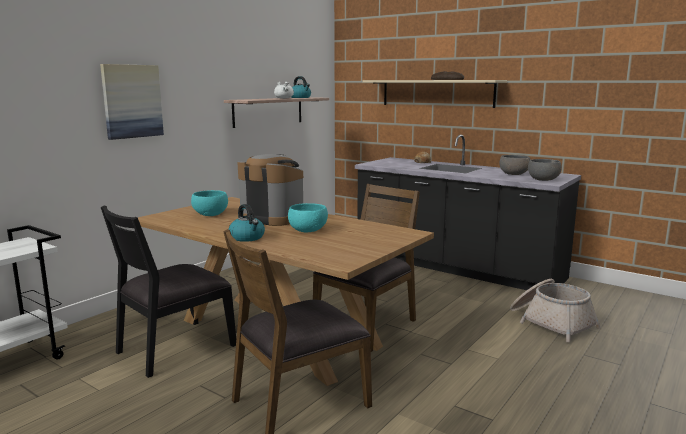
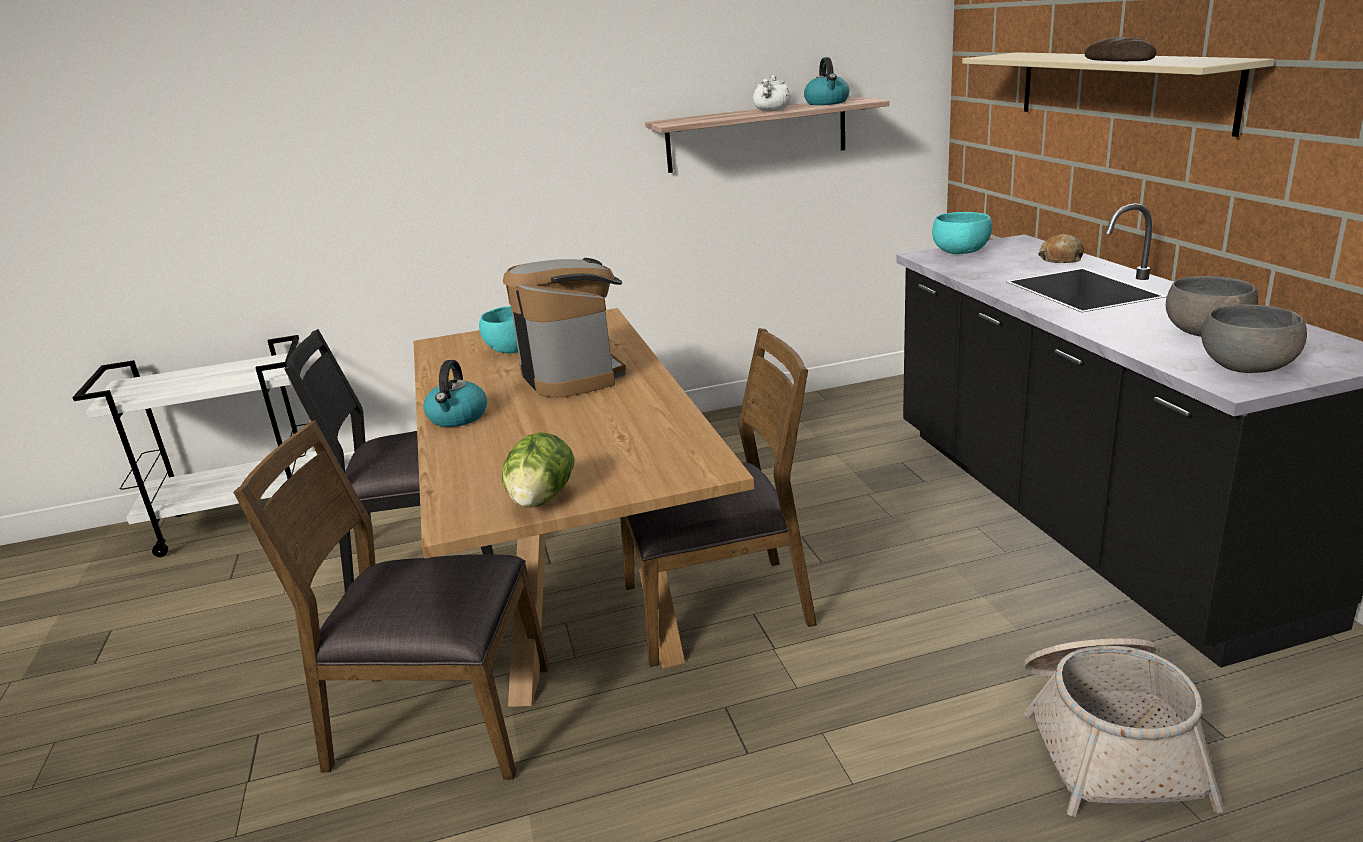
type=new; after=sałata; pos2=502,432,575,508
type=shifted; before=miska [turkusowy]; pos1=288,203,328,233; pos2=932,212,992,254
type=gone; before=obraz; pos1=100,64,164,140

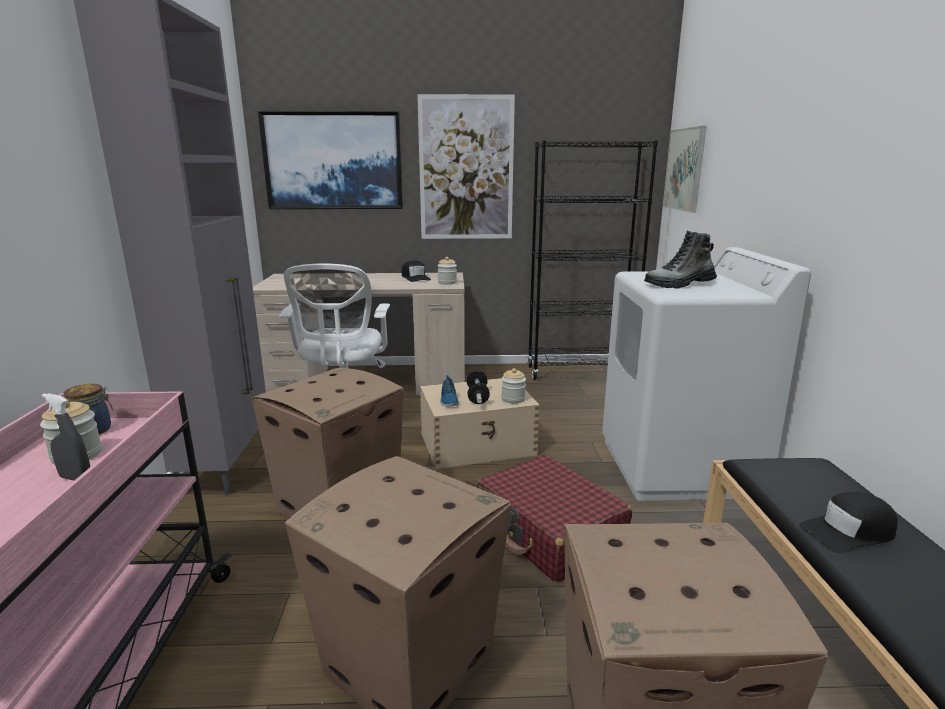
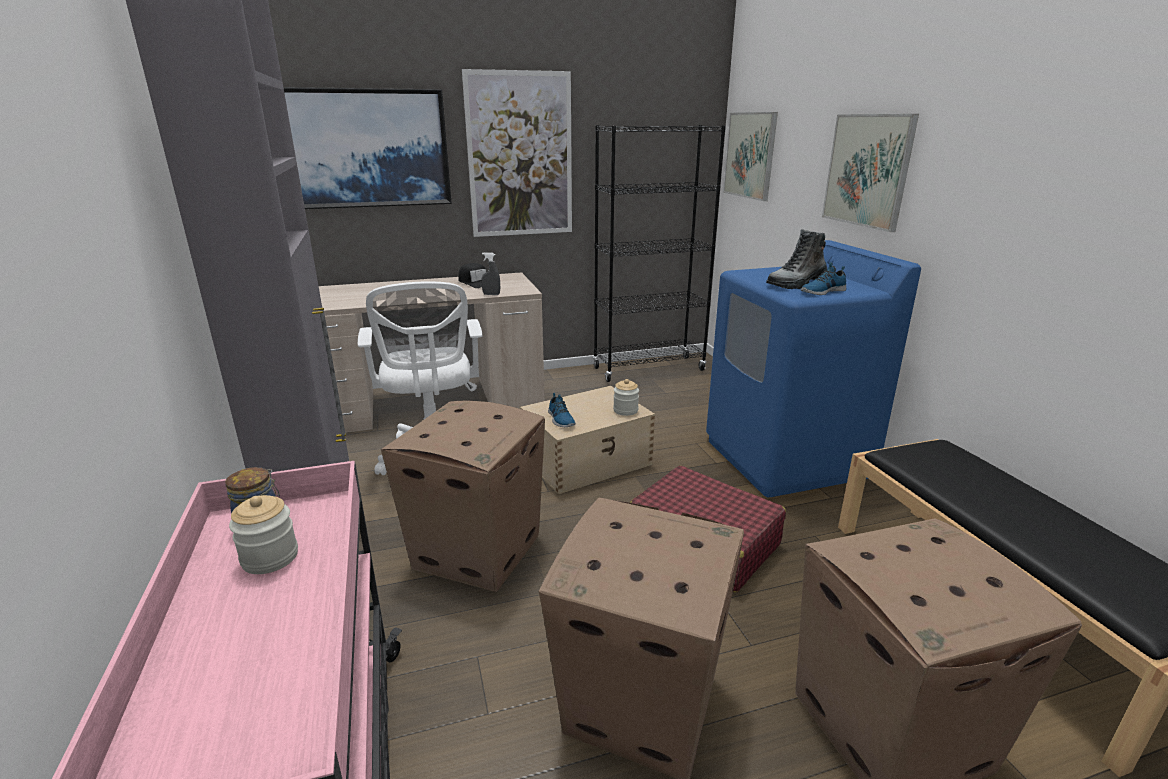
type=shifted; before=spryskiwacz [szary]; pos1=42,393,90,481; pos2=481,252,500,295
type=repainted; before=pralka [biały]; after=pralka [niebieski]; pos1=602,247,811,501; pos2=706,240,921,497
type=new; after=but; pos2=801,262,846,295
type=new; after=obraz; pos2=822,114,919,232
type=gone; before=słoik; pos1=438,257,457,285
type=gone; before=hantel; pos1=467,371,490,404
type=gone; before=czapka z daszkiem [czarny]; pos1=799,492,898,553

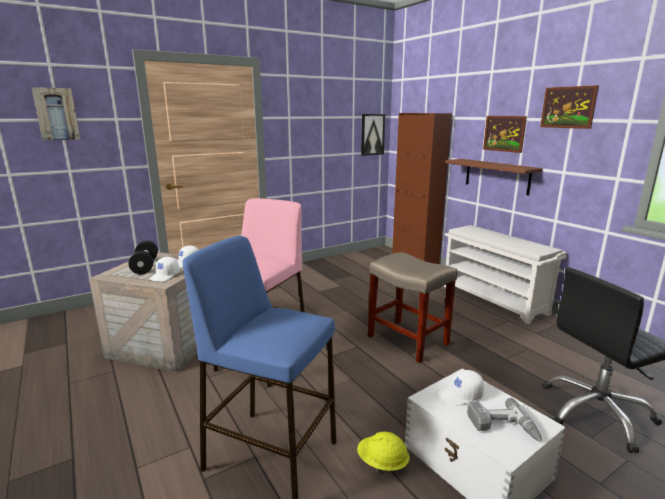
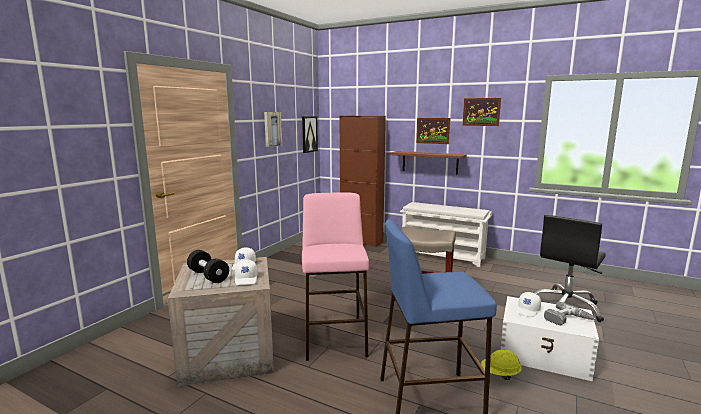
type=shifted; before=obraz; pos1=31,87,80,141; pos2=264,112,282,147

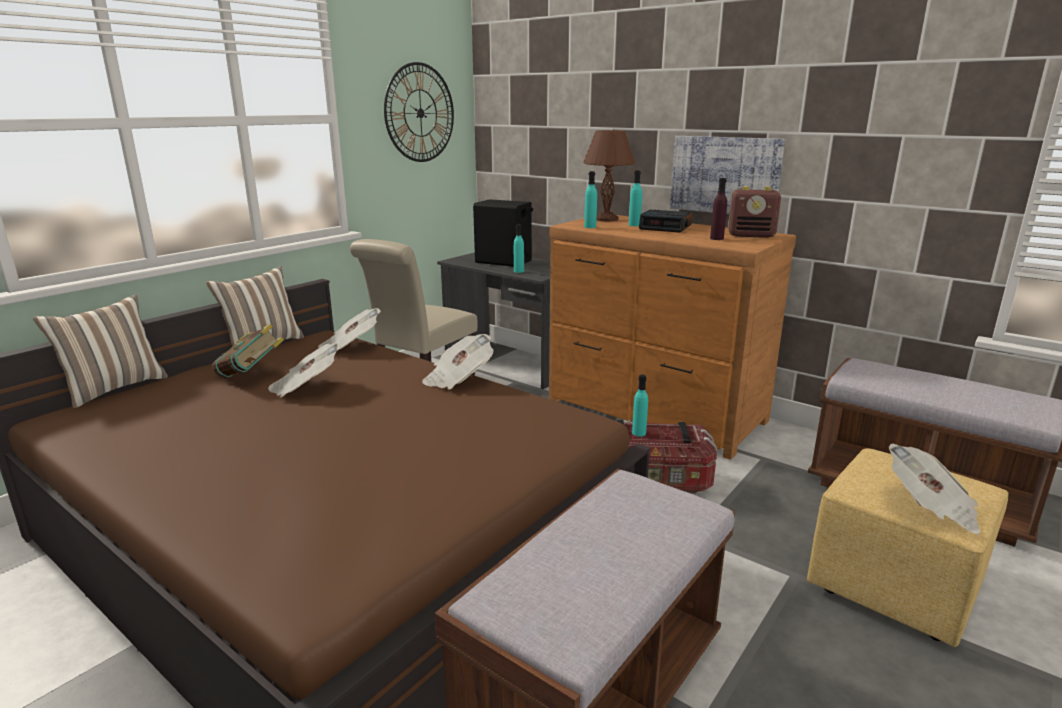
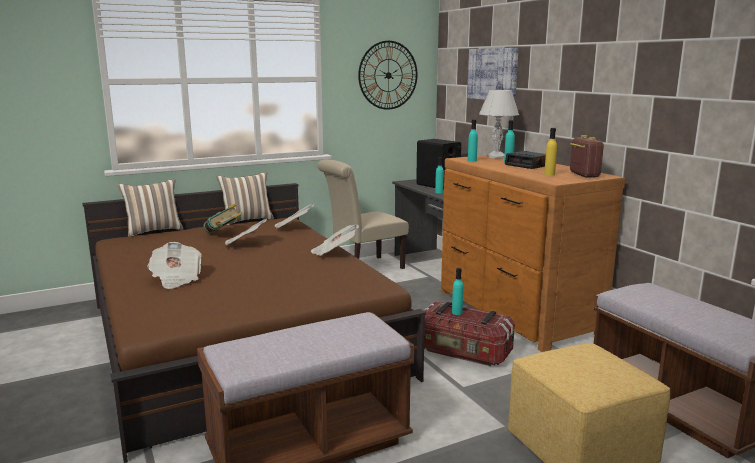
type=shifted; before=gazeta; pos1=889,444,980,534; pos2=147,242,202,289
type=shifted; before=obraz; pos1=670,136,785,214; pos2=467,48,519,100
type=repainted; before=lampa stołowa [brązowy]; after=lampa stołowa [biały]; pos1=583,130,635,222; pos2=479,90,519,159
type=repainted; before=butelka [fioletowy]; after=butelka [żółty]; pos1=710,178,727,240; pos2=544,128,557,176
type=rotated; before=radio; pos1=728,186,781,238; pos2=570,135,604,178; turn=-135

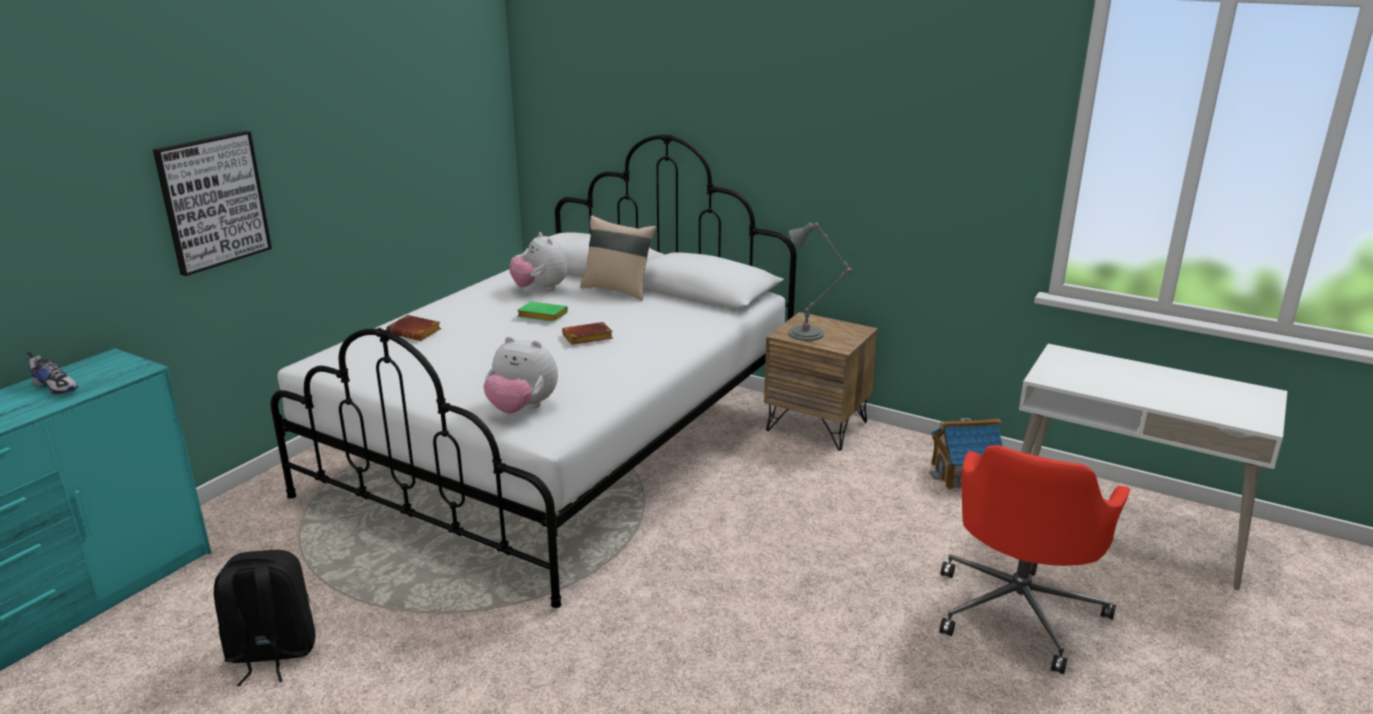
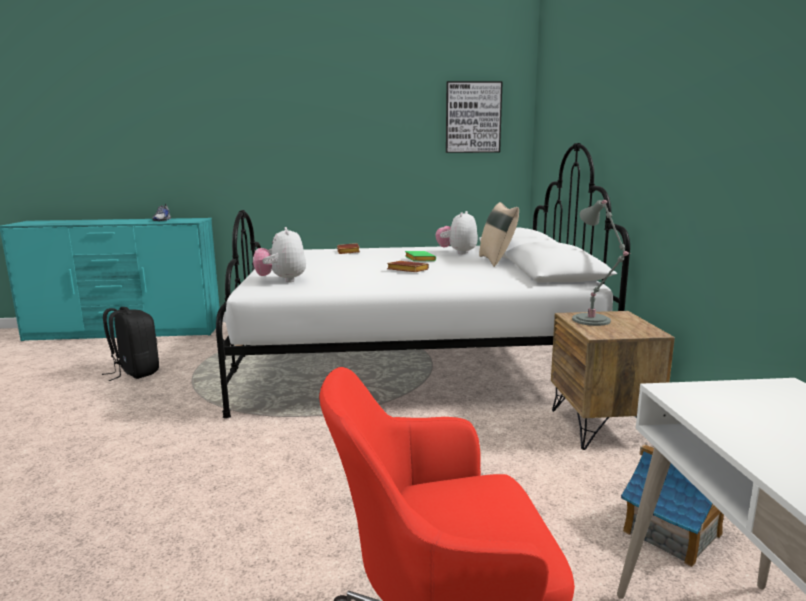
type=shifted; before=obraz; pos1=153,131,272,276; pos2=446,81,503,153

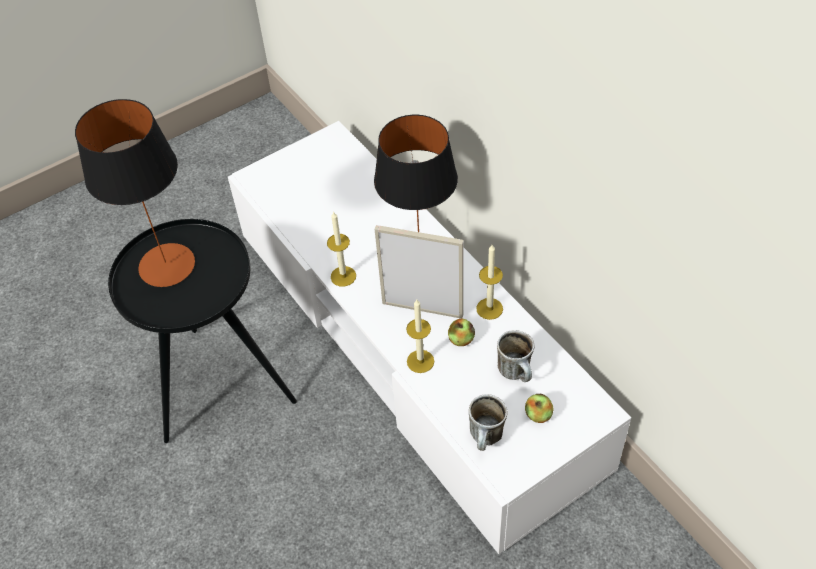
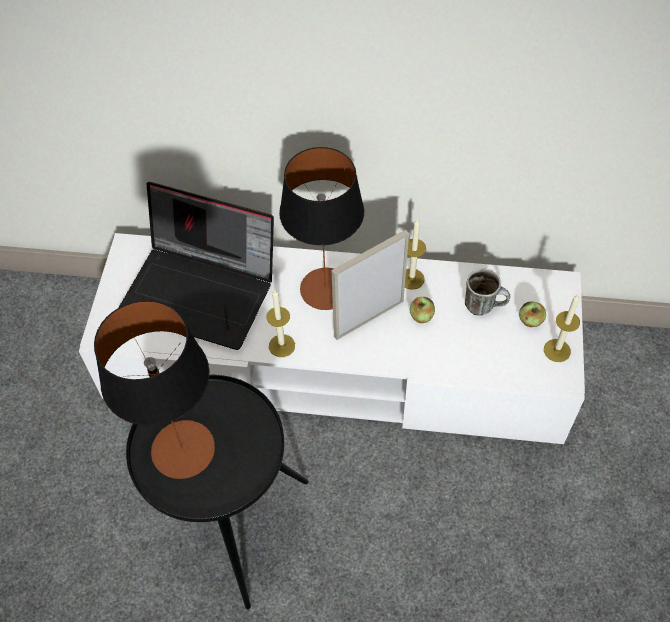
type=new; after=laptop; pos2=118,182,274,350
type=shifted; before=świeca; pos1=406,299,434,373; pos2=544,294,580,362
type=gone; before=kubek; pos1=469,394,507,451

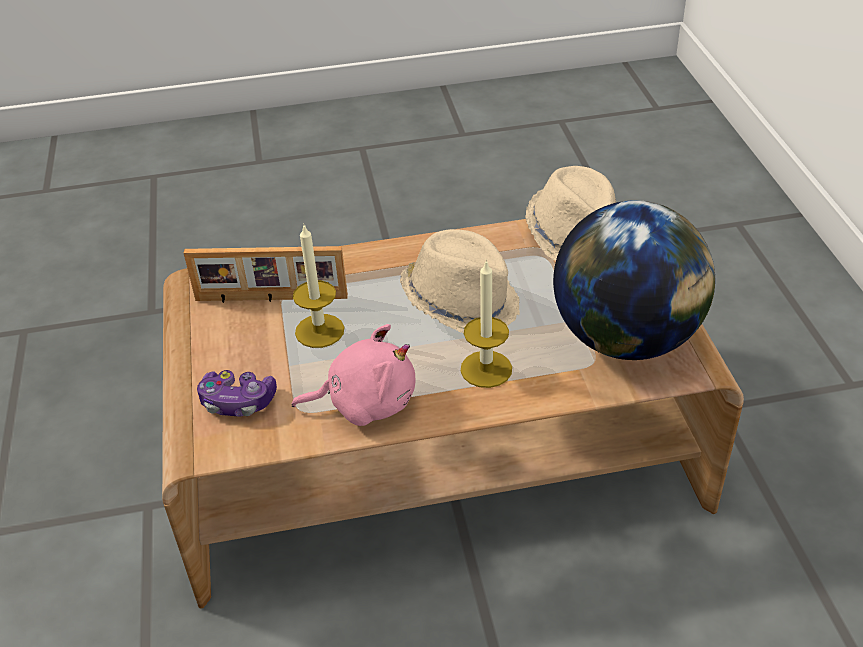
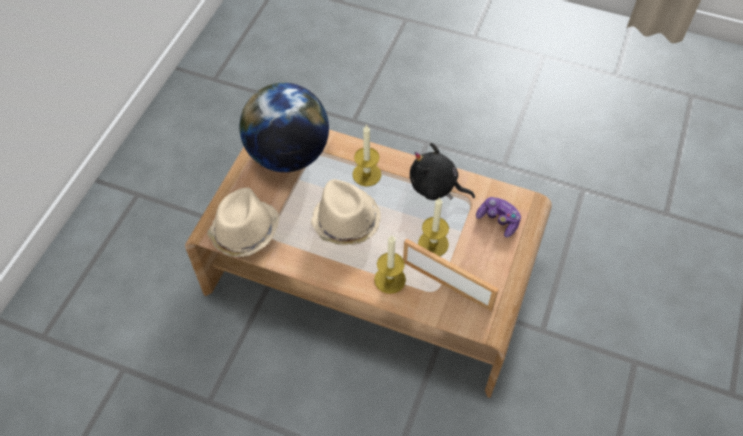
type=new; after=świeca; pos2=374,235,406,294
type=repainted; before=pluszak [różowy]; after=pluszak [czarny]; pos1=292,324,415,426; pos2=410,143,475,200

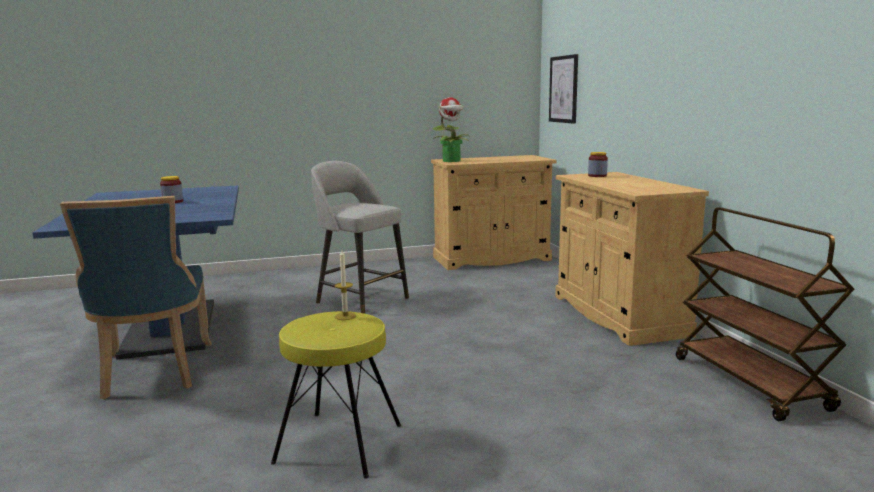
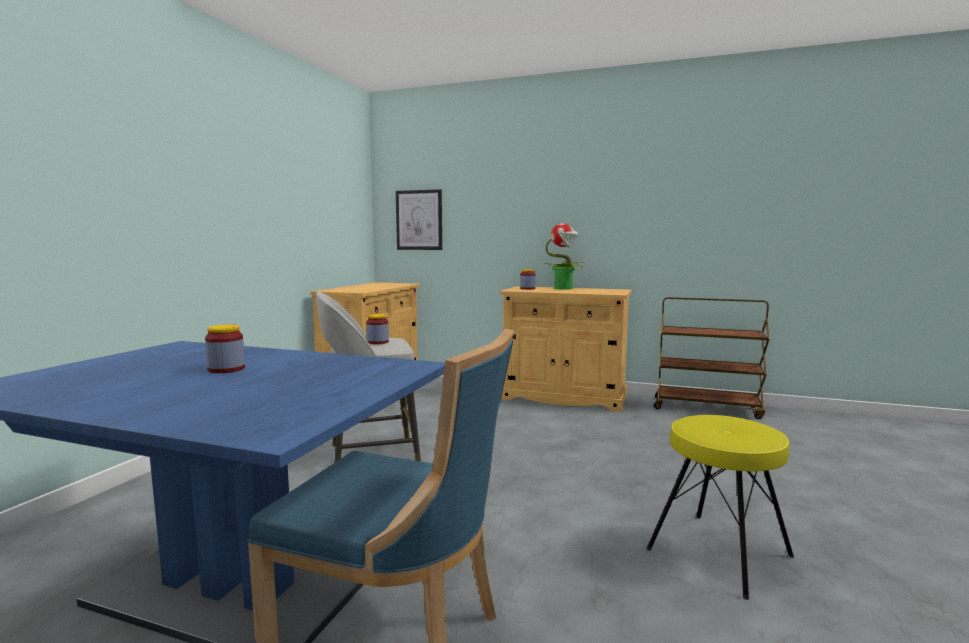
type=new; after=słoik; pos2=367,314,389,344
type=shifted; before=roślina doniczkowa; pos1=432,97,469,162; pos2=545,223,582,289
type=gone; before=świeca; pos1=334,250,356,320

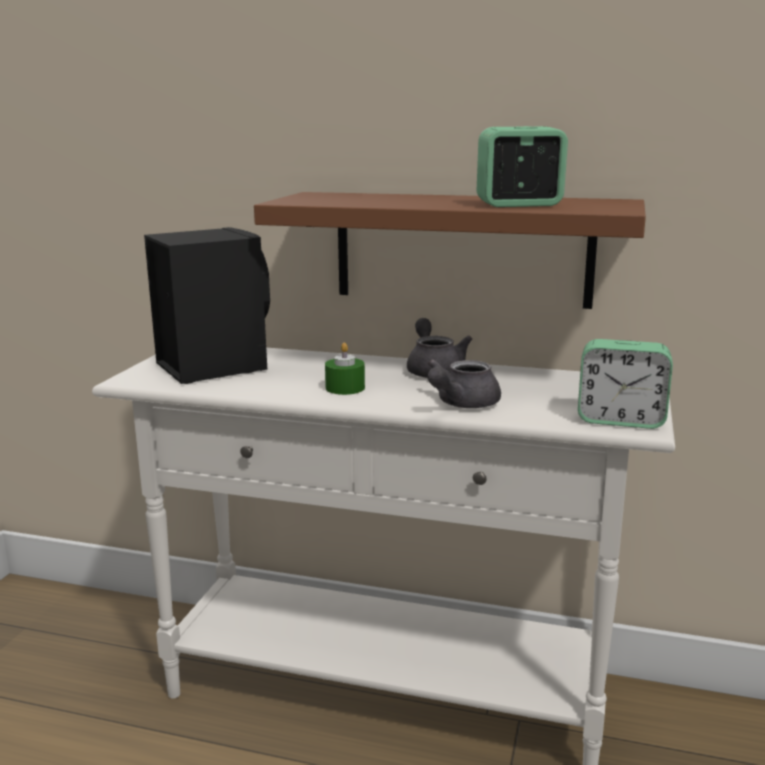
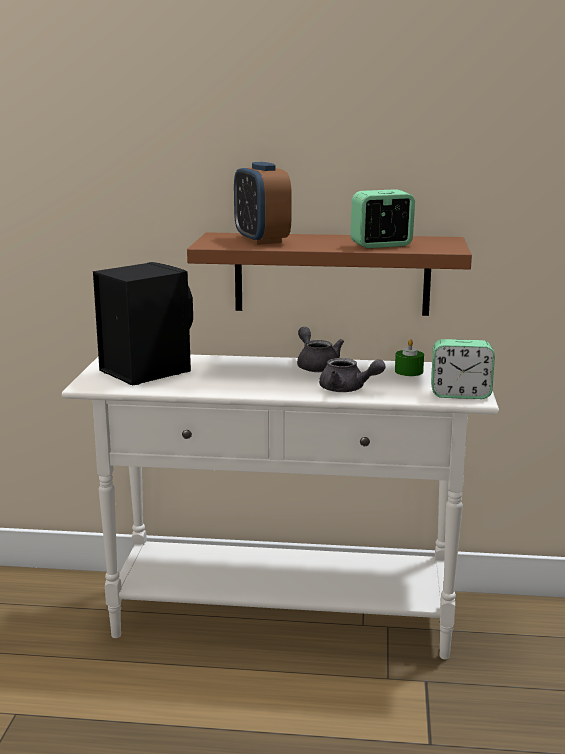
type=new; after=budzik; pos2=234,162,292,245
type=rotated; before=imbryk [szary]; pos1=427,360,501,408; pos2=319,358,385,392; turn=-90
type=shifted; before=świeca [zielony]; pos1=325,343,365,395; pos2=395,339,424,376

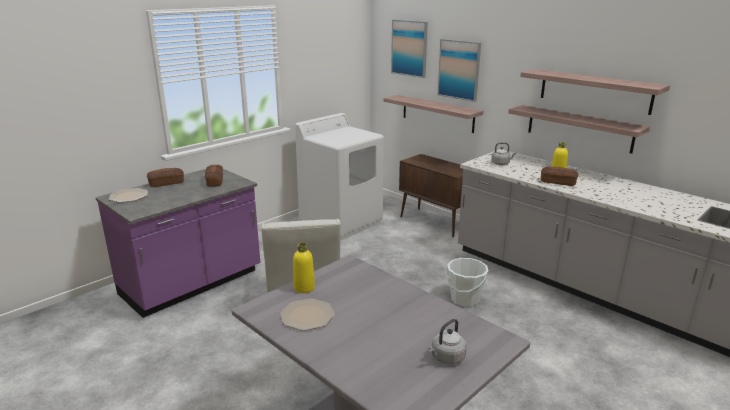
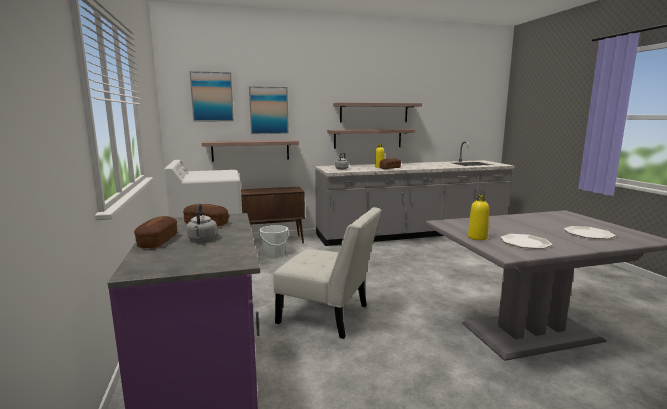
type=shifted; before=czajnik [szary]; pos1=428,319,467,364; pos2=186,203,217,241
type=shifted; before=wiadro [biały]; pos1=446,258,489,306; pos2=259,225,289,257
type=shifted; before=talerz; pos1=109,188,148,202; pos2=564,226,616,239

